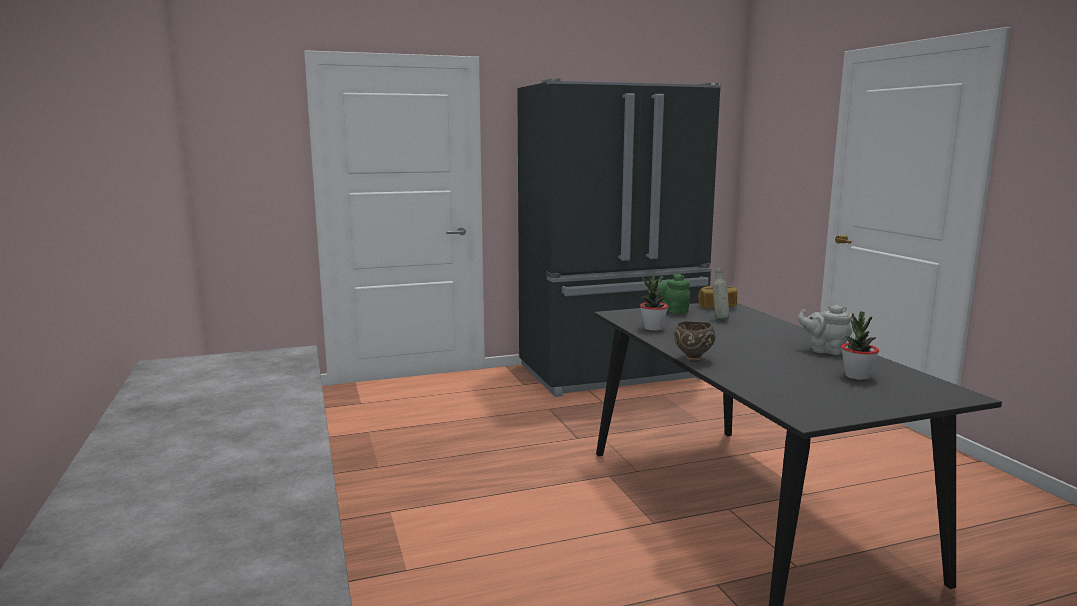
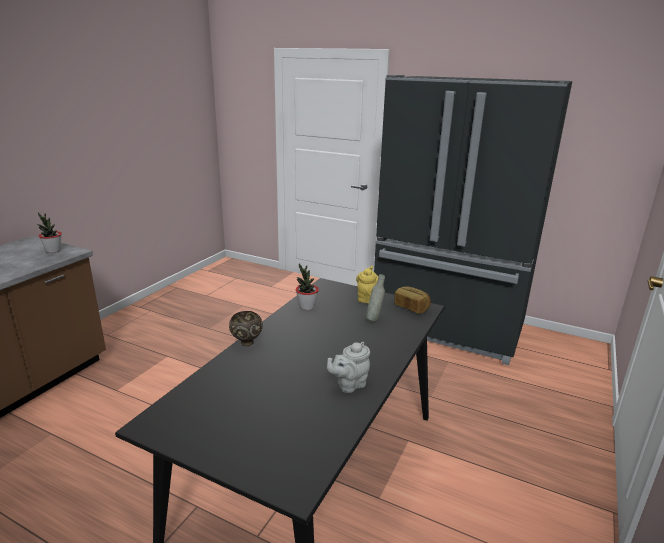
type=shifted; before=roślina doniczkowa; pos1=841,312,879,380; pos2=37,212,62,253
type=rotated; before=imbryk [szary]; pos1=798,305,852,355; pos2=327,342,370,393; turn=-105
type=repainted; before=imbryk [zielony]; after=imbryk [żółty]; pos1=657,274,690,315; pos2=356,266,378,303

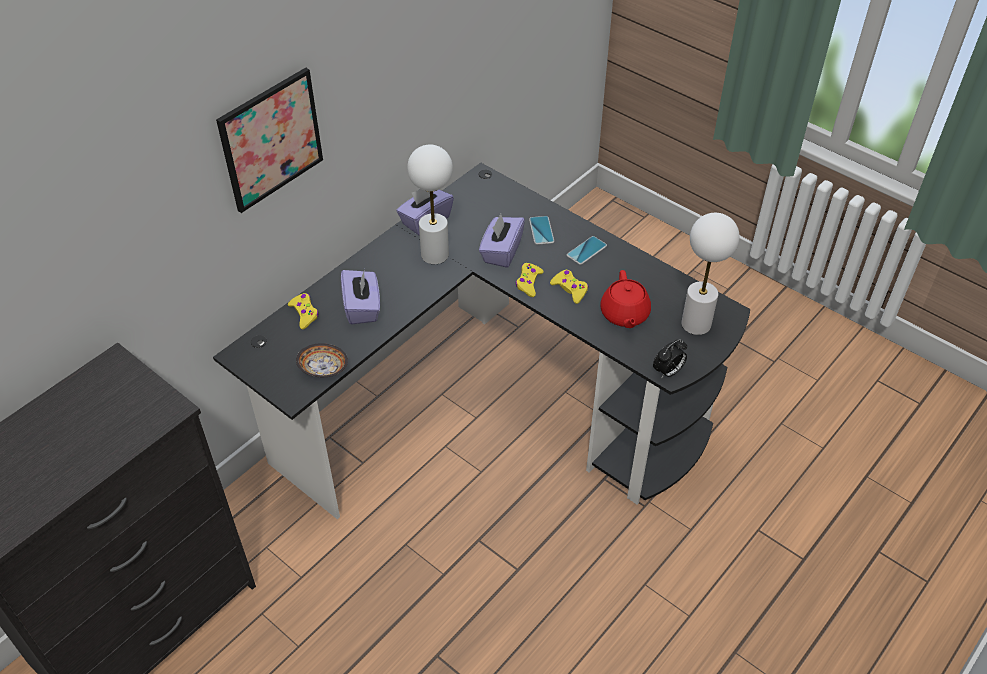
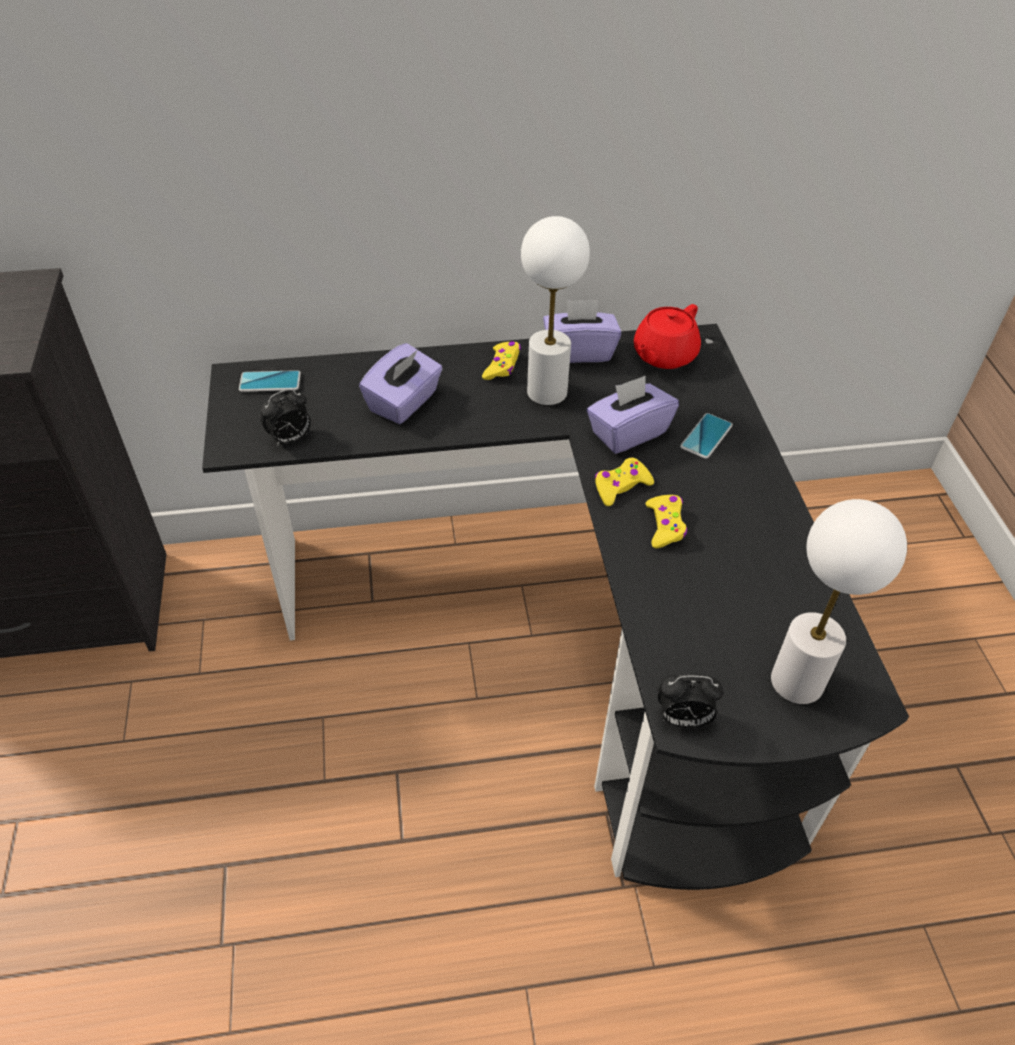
type=shifted; before=telefon; pos1=567,236,607,265; pos2=239,370,301,392
type=swapped; before=miska; after=budzik; pos1=296,343,348,377; pos2=260,389,311,446
type=shifted; before=pad do gier [żółty]; pos1=288,293,319,329; pos2=482,342,521,380
type=shifted; before=imbryk [czerwony]; pos1=601,270,651,328; pos2=634,304,701,369
type=gone; before=obraz; pos1=216,68,323,213

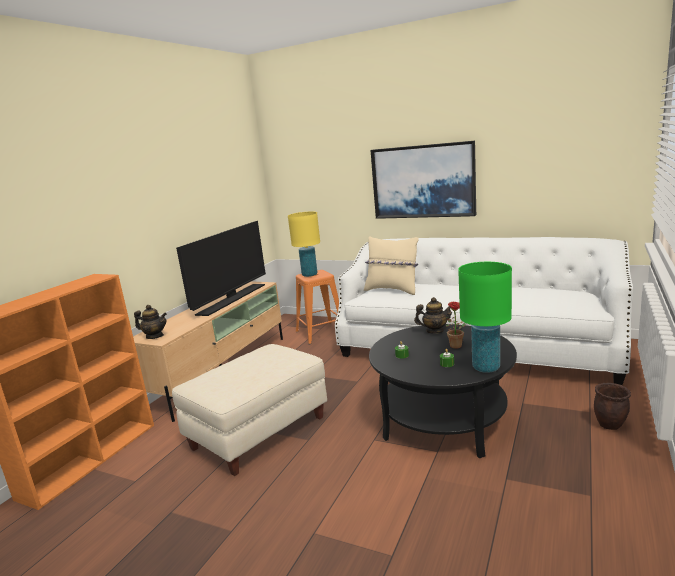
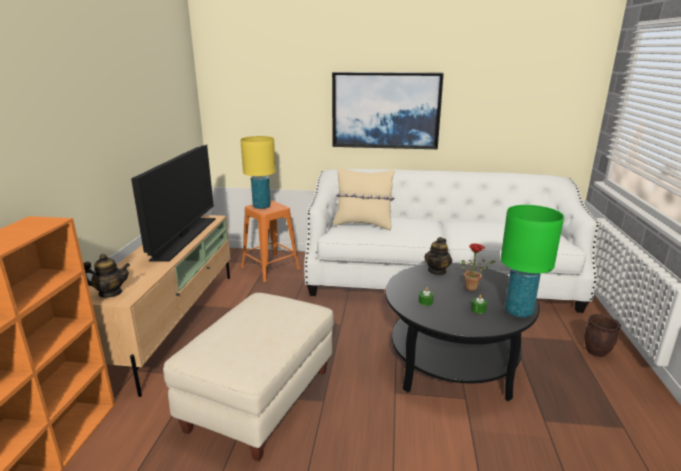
type=rotated; before=imbryk; pos1=414,297,452,334; pos2=424,237,452,275; turn=135

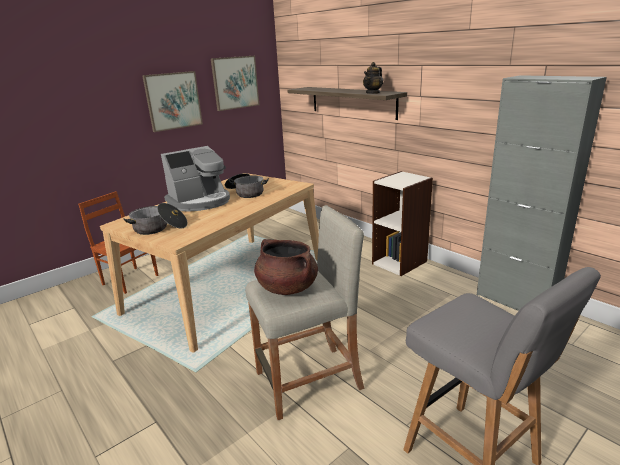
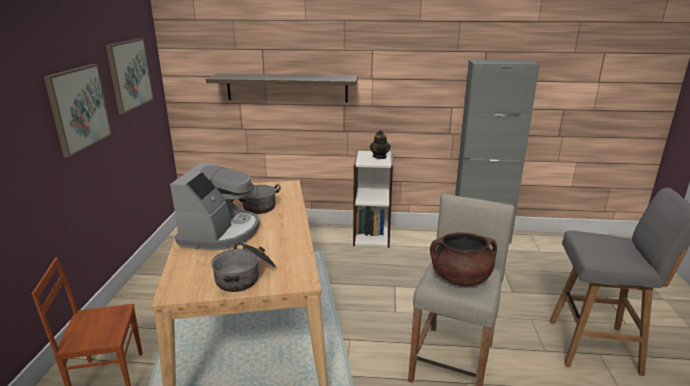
type=shifted; before=imbryk; pos1=363,62,383,94; pos2=370,130,391,159

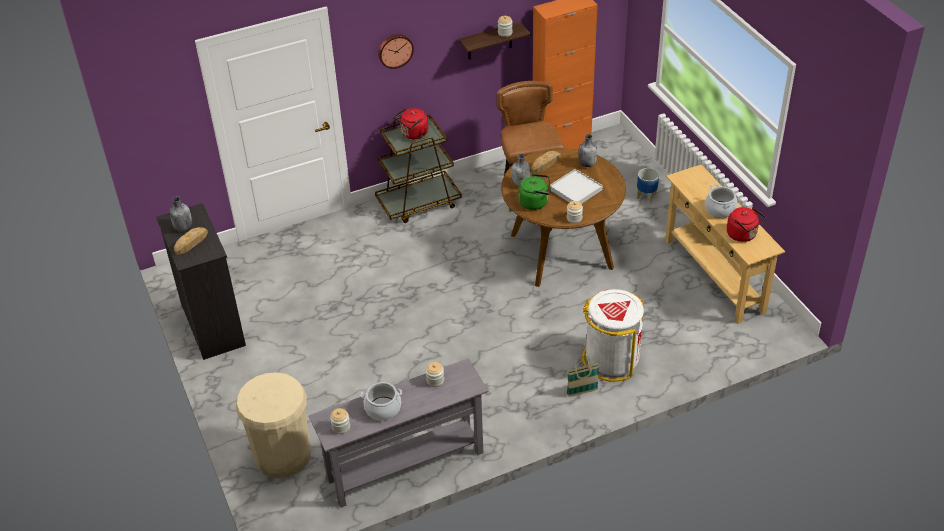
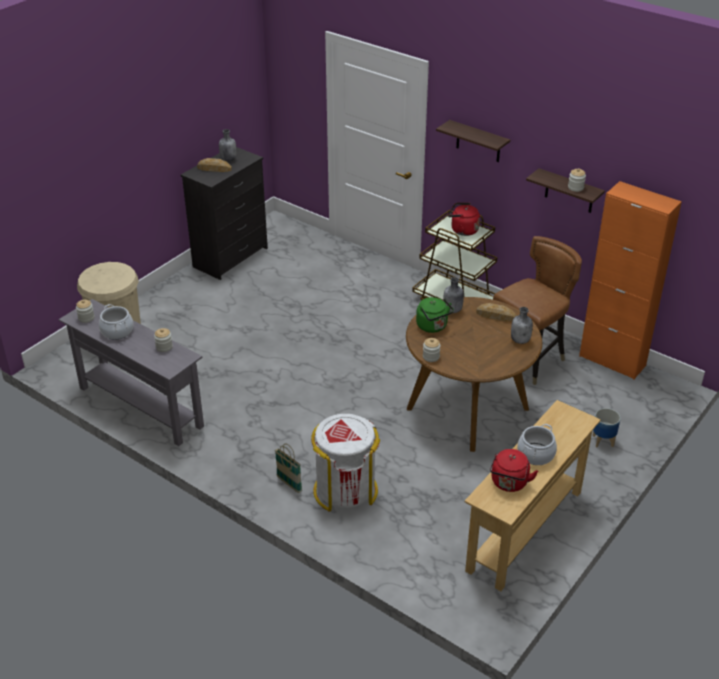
type=swapped; before=zegar ścienny; after=półka; pos1=378,34,414,69; pos2=436,120,510,162
type=gone; before=taca [biały]; pos1=550,169,603,204

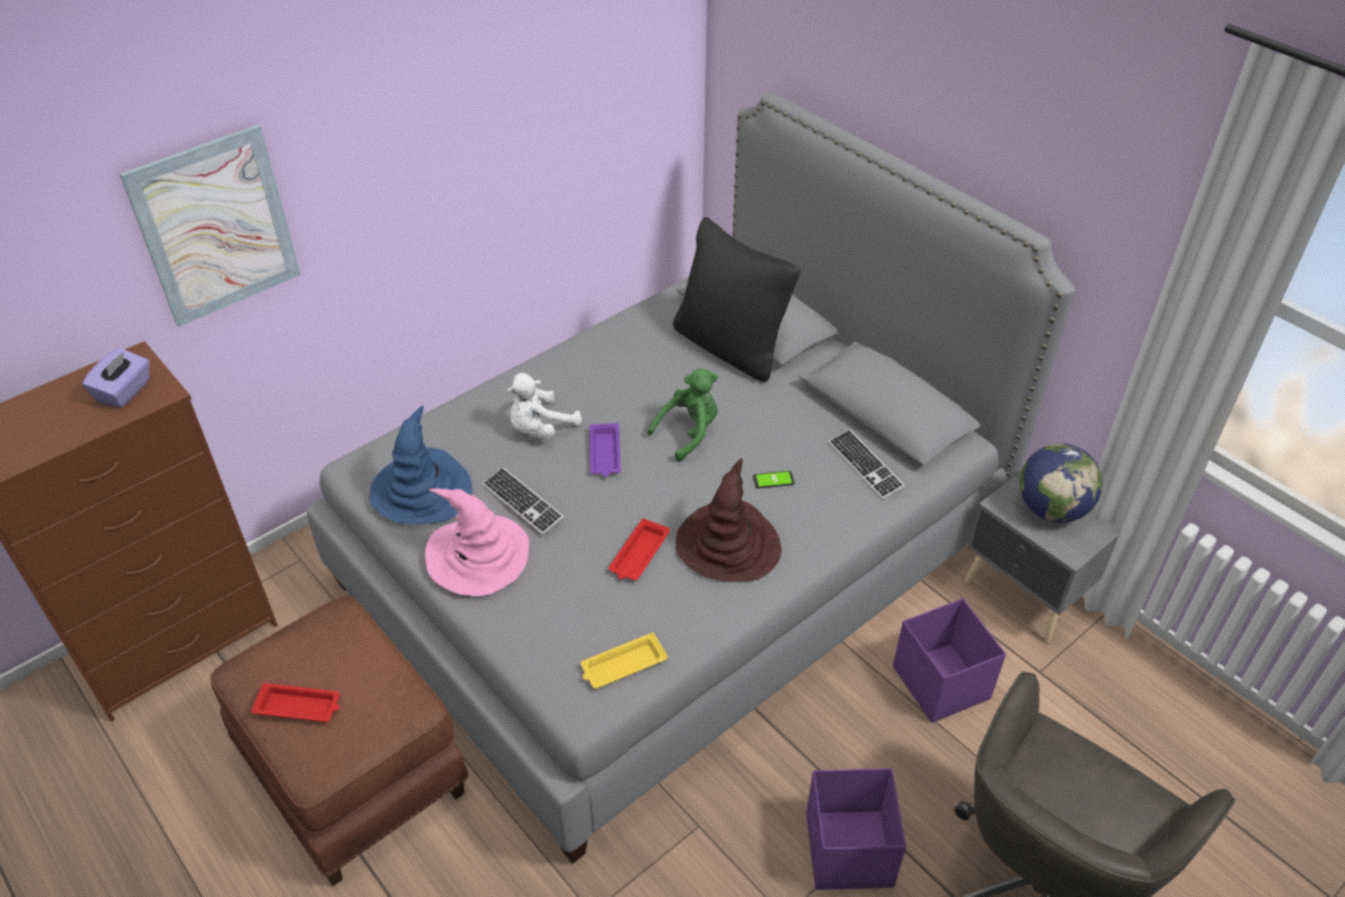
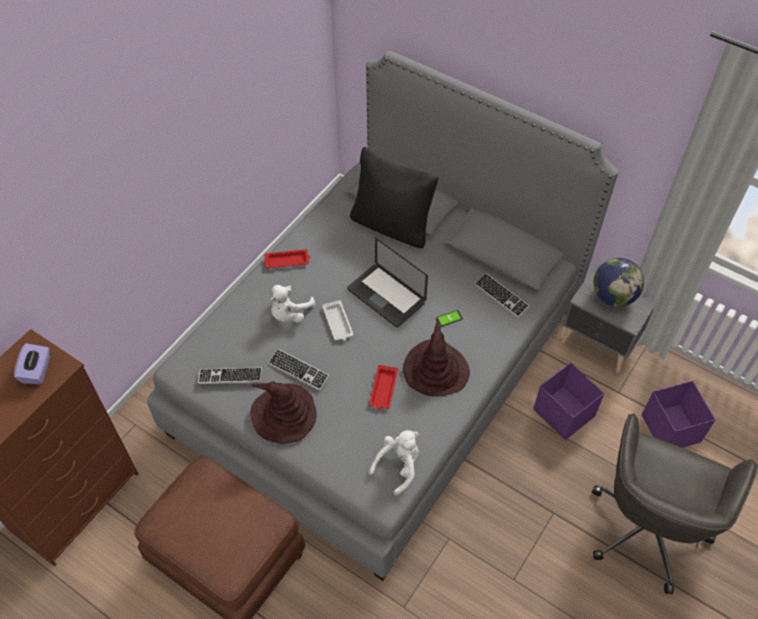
type=swapped; before=kapelusz [niebieski]; after=klawiatura; pos1=370,406,472,525; pos2=198,367,262,384
type=repainted; before=kapelusz [różowy]; after=kapelusz [brązowy]; pos1=425,488,529,596; pos2=250,381,317,444
type=shifted; before=taca [czerwony]; pos1=251,683,340,722; pos2=265,249,310,268
type=repainted; before=taca [fioletowy]; after=taca [biały]; pos1=589,423,621,477; pos2=322,300,354,341
type=swapped; before=pluszak [zielony]; after=laptop; pos1=647,368,718,461; pos2=347,238,428,327
type=swapped; before=taca [żółty]; after=pluszak [biały]; pos1=581,633,668,689; pos2=369,430,419,495
type=shifted; before=pojemnik do przechowywania [fioletowy]; pos1=806,768,906,890; pos2=642,381,716,448
type=gone; before=obraz; pos1=120,124,301,327

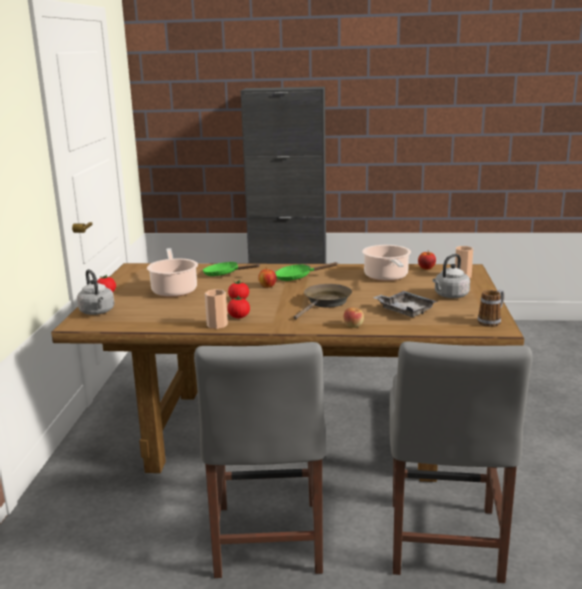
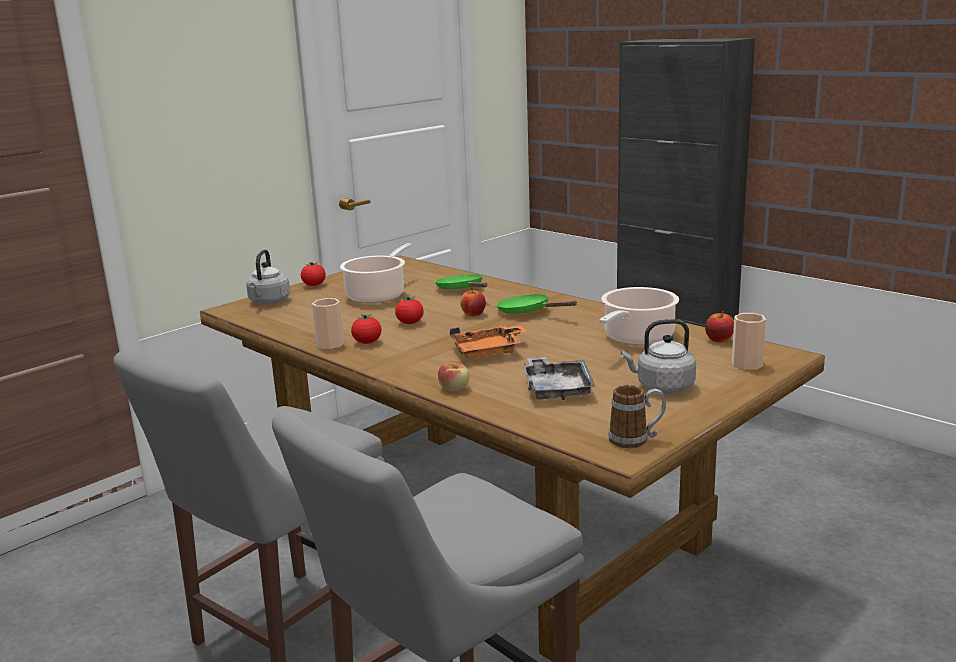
type=swapped; before=patelnia [brązowy]; after=taca [pomarańczowy]; pos1=294,284,352,320; pos2=450,325,526,358

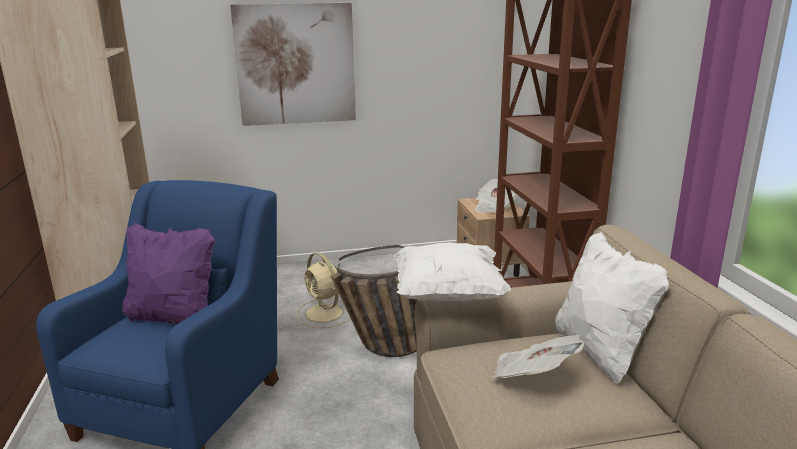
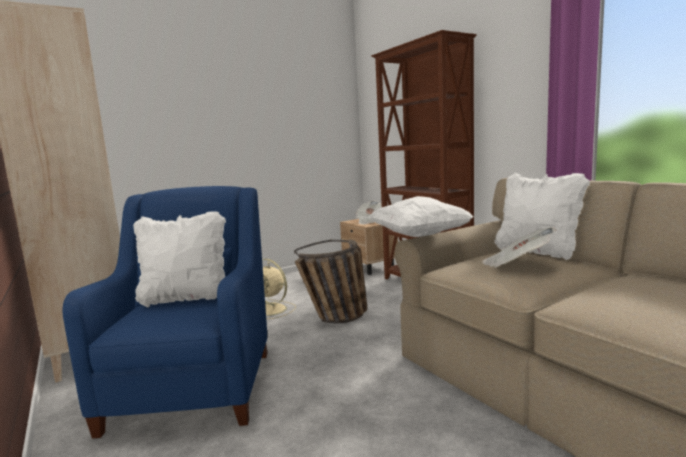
type=repainted; before=poduszka [fioletowy]; after=poduszka [biały]; pos1=122,223,215,324; pos2=133,211,226,307
type=gone; before=obraz; pos1=230,3,356,126

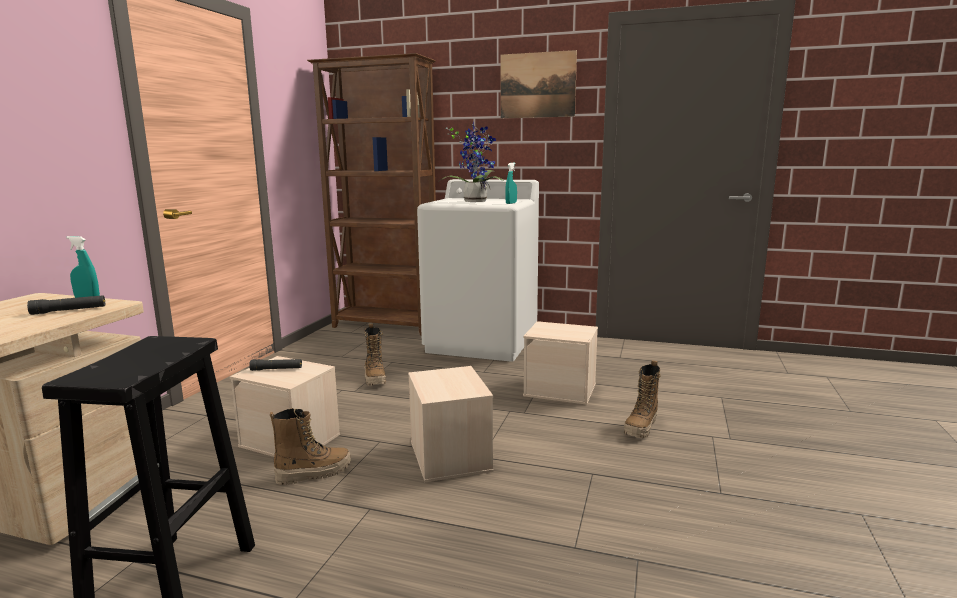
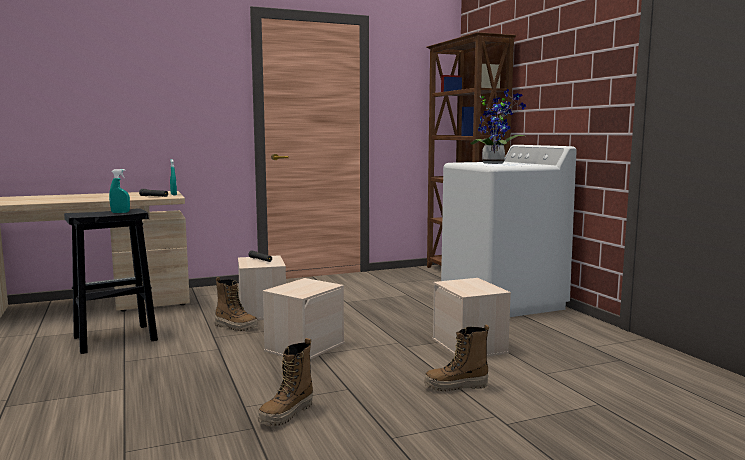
type=shifted; before=spryskiwacz [turkusowy]; pos1=505,163,517,204; pos2=109,169,130,213
type=shifted; before=but z cholewką; pos1=364,324,386,386; pos2=258,338,313,426
type=gone; before=obraz; pos1=501,50,577,118

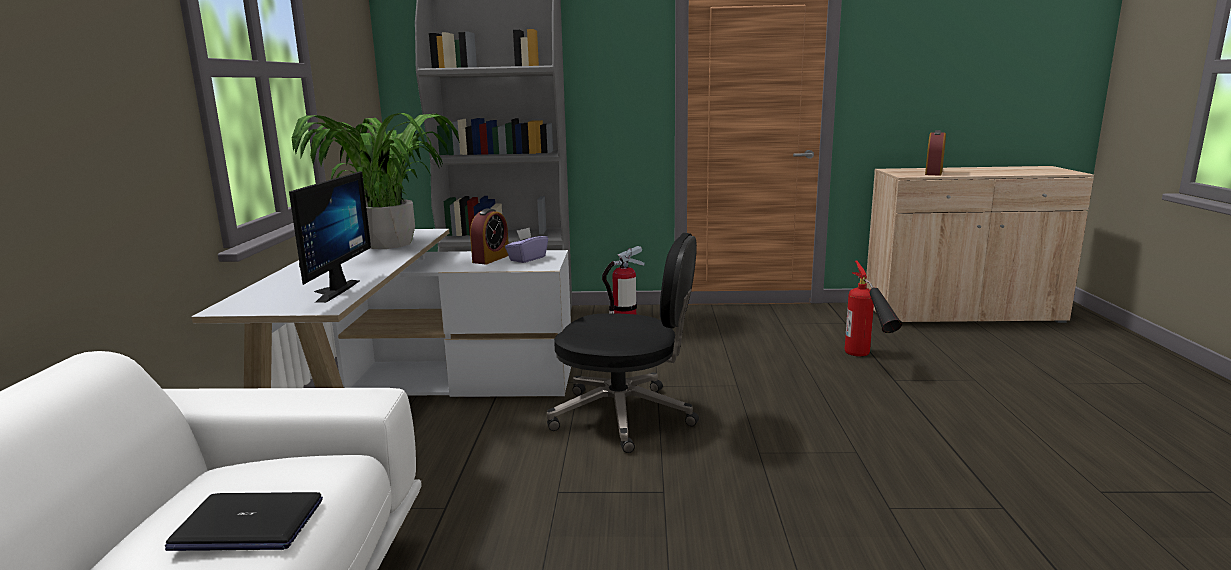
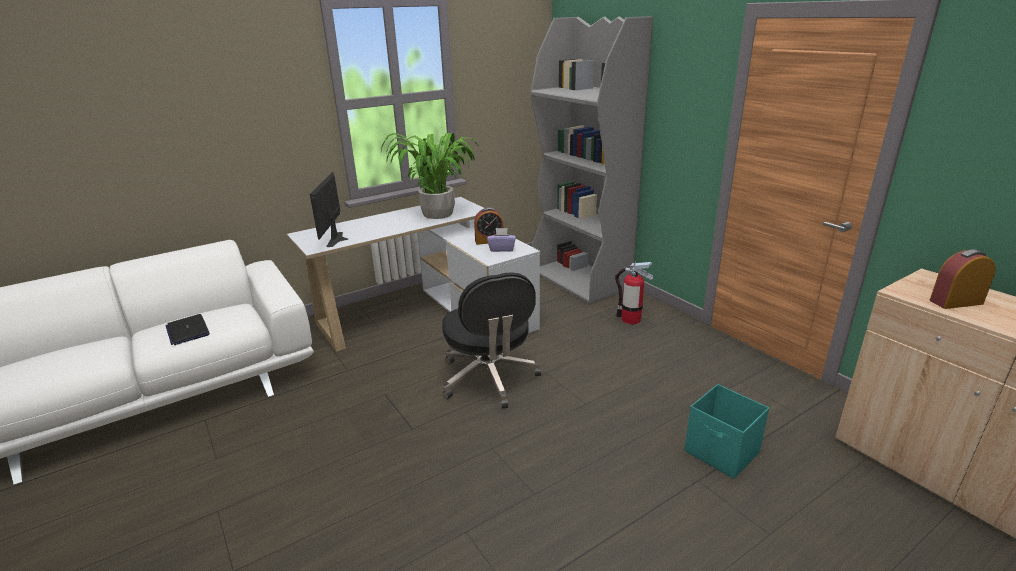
type=rotated; before=monitor; pos1=289,171,371,303; pos2=310,172,348,247; turn=120
type=swapped; before=gaśnica; after=pojemnik do przechowywania [turkusowy]; pos1=845,261,902,357; pos2=684,384,769,479

